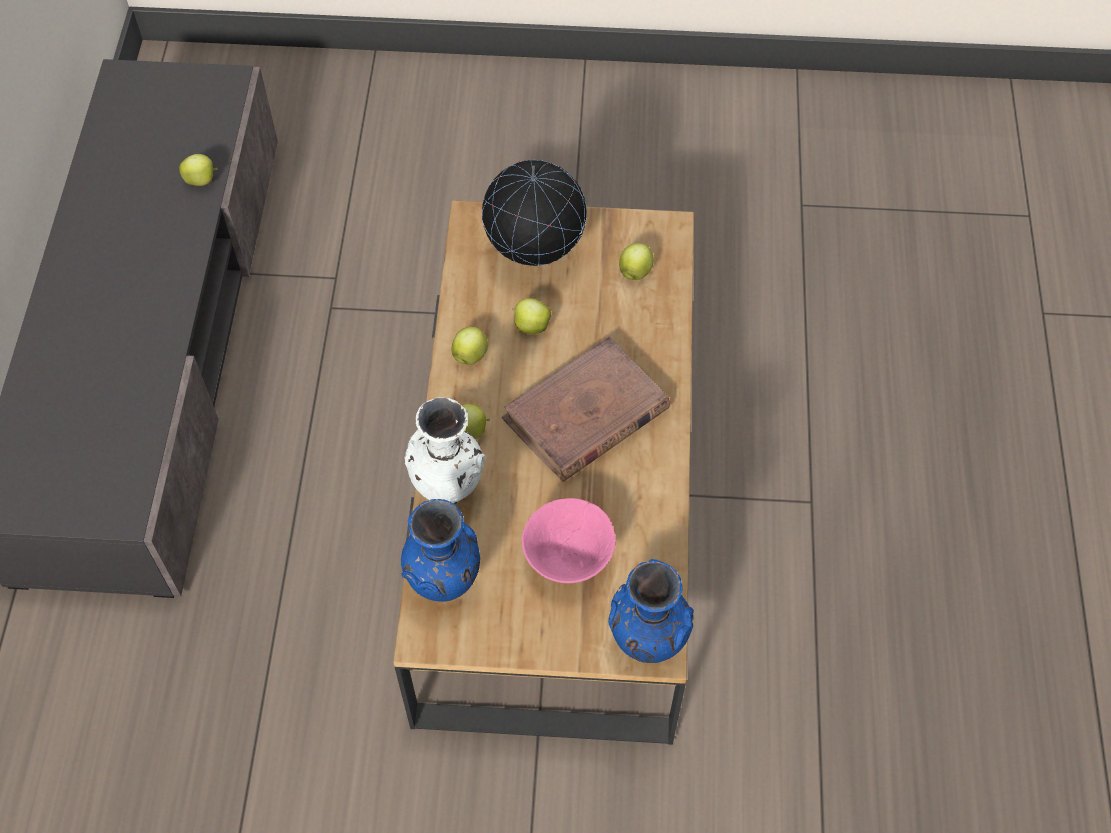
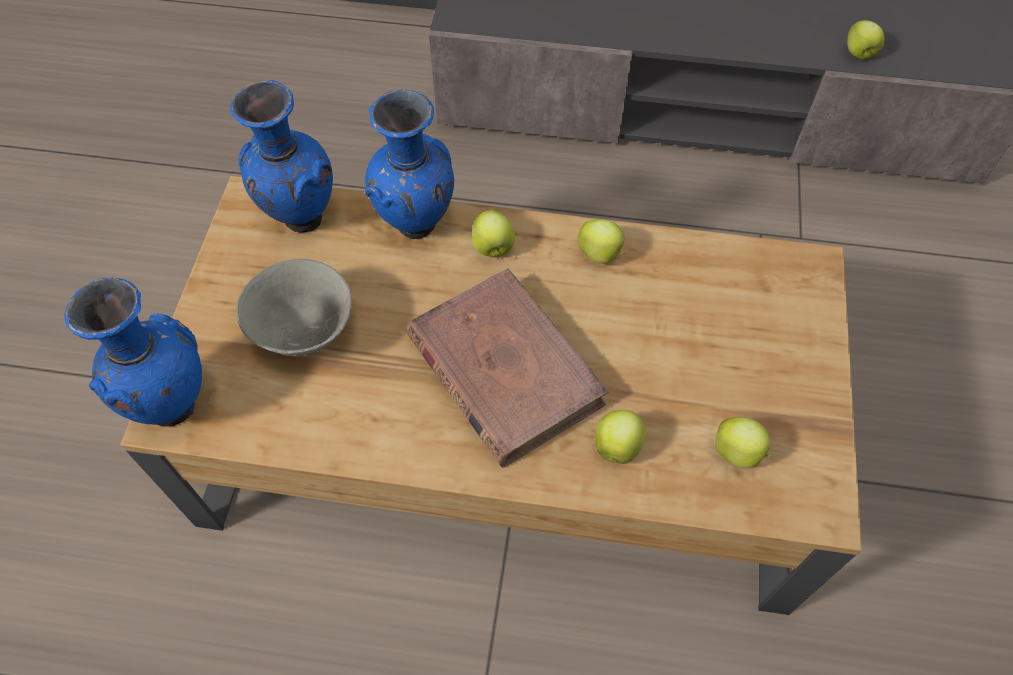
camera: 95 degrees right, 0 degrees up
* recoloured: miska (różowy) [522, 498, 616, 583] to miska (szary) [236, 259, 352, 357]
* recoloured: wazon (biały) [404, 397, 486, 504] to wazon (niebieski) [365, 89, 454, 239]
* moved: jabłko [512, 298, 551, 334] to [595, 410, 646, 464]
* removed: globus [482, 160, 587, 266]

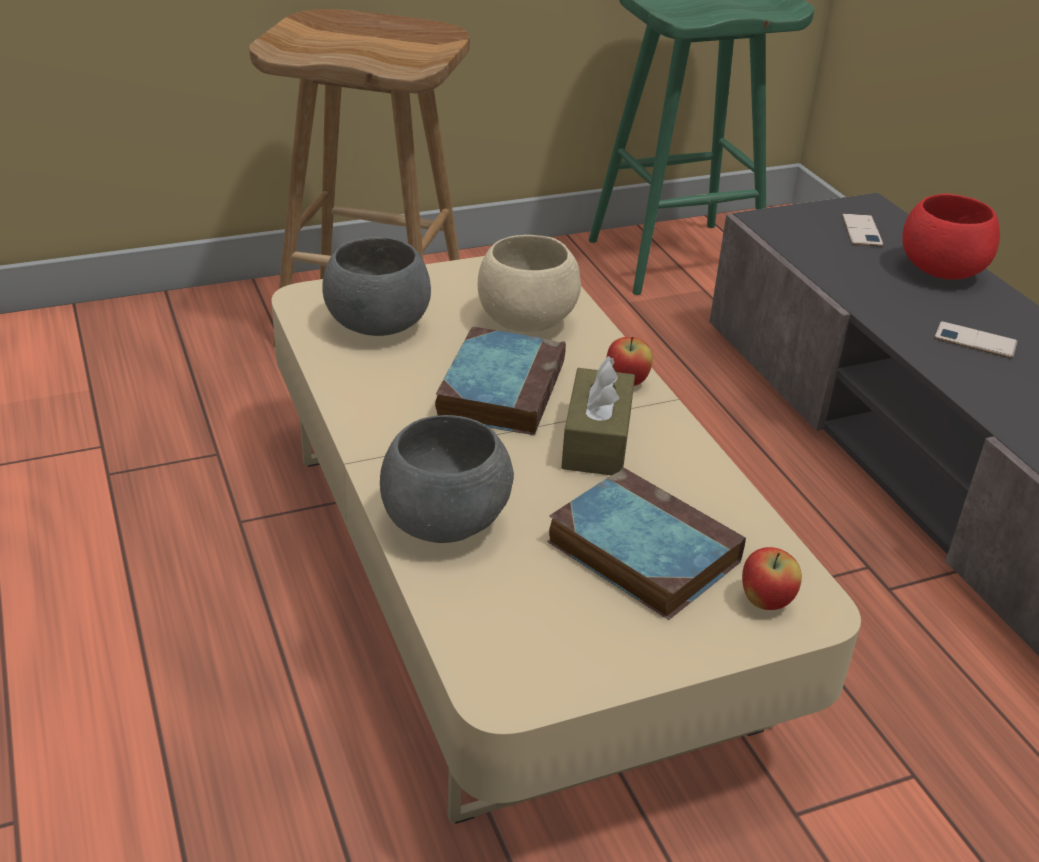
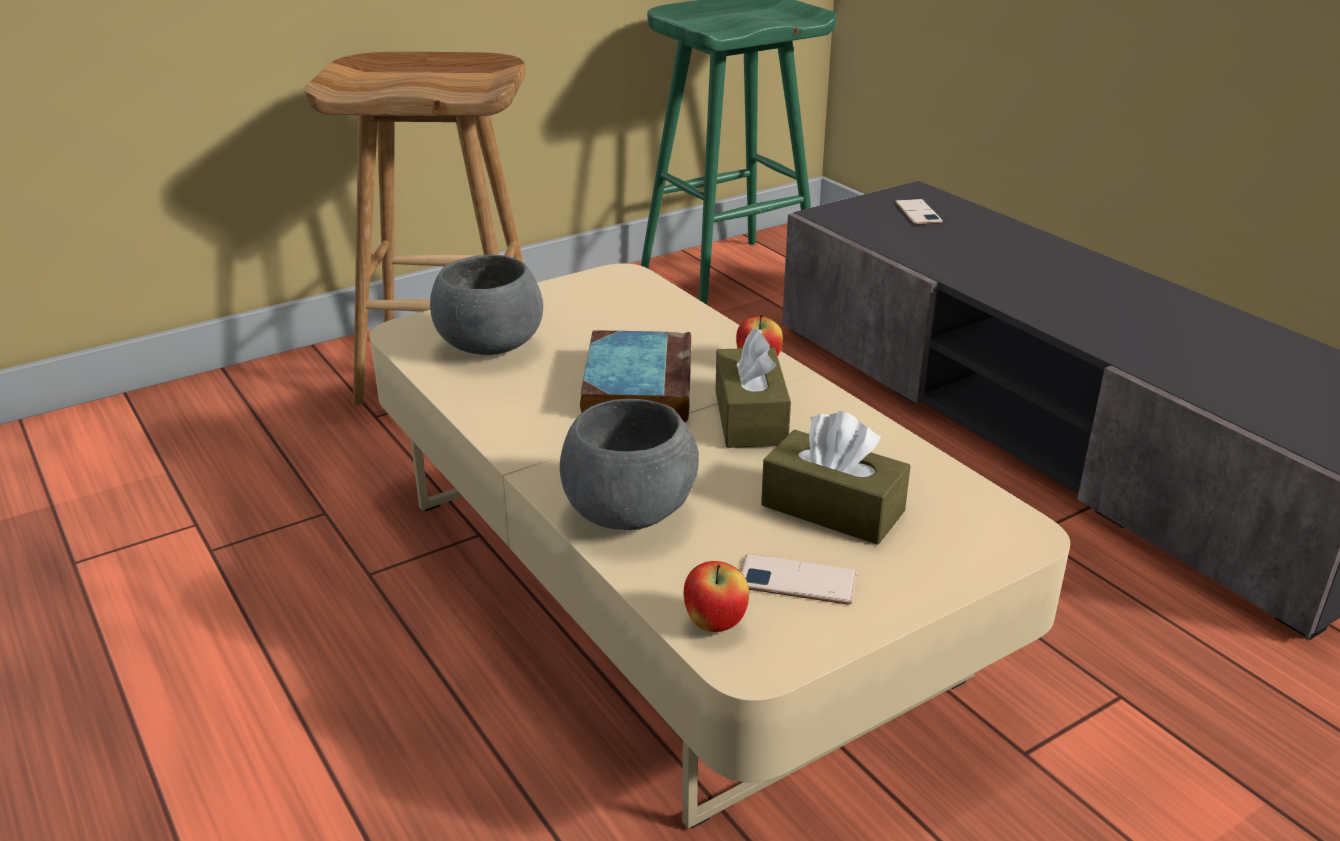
camera: 10 degrees left, 5 degrees down
* moved: jabłko [742, 547, 802, 610] to [684, 561, 749, 632]
* moved: telefon [934, 321, 1018, 358] to [741, 554, 857, 604]
* replaced: książka [547, 467, 746, 620] to pudełko chusteczek (brązowy) [761, 411, 911, 545]
* removed: miska (beżowy) [478, 235, 581, 332]
* removed: miska (czerwony) [902, 193, 1000, 280]

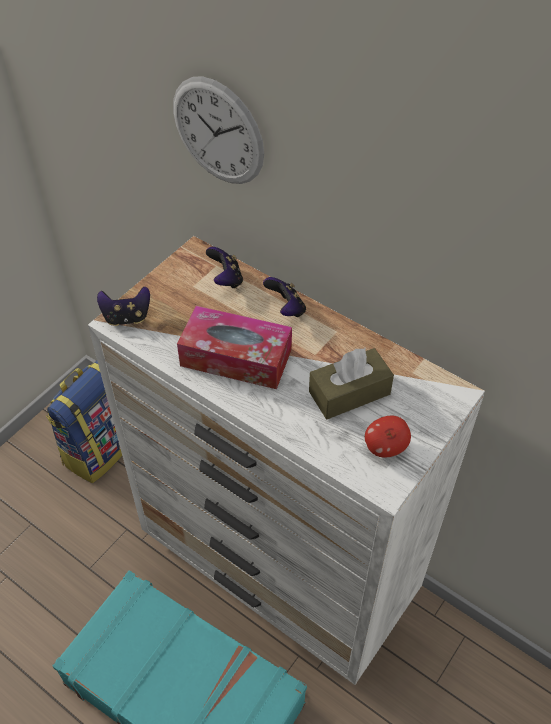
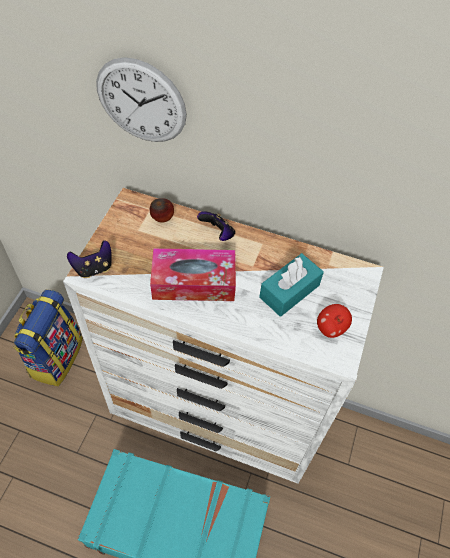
camera: 20 degrees left, 5 degrees up
* replaced: pad do gier [206, 247, 243, 289] to jabłko [150, 198, 174, 223]
* recoloured: pudełko chusteczek (brązowy) [309, 348, 394, 419] to pudełko chusteczek (turkusowy) [259, 253, 324, 317]

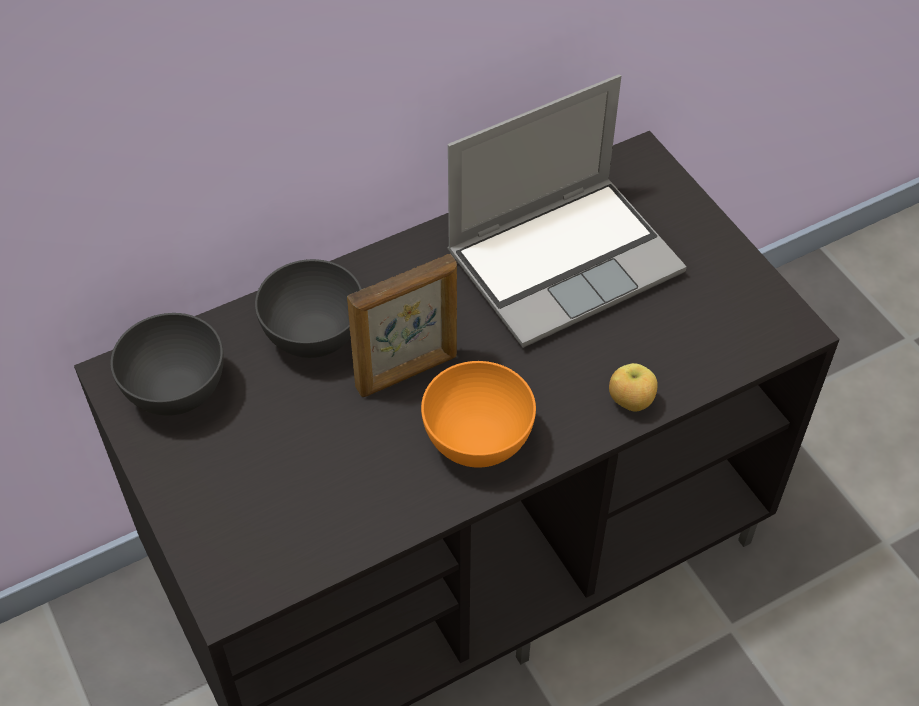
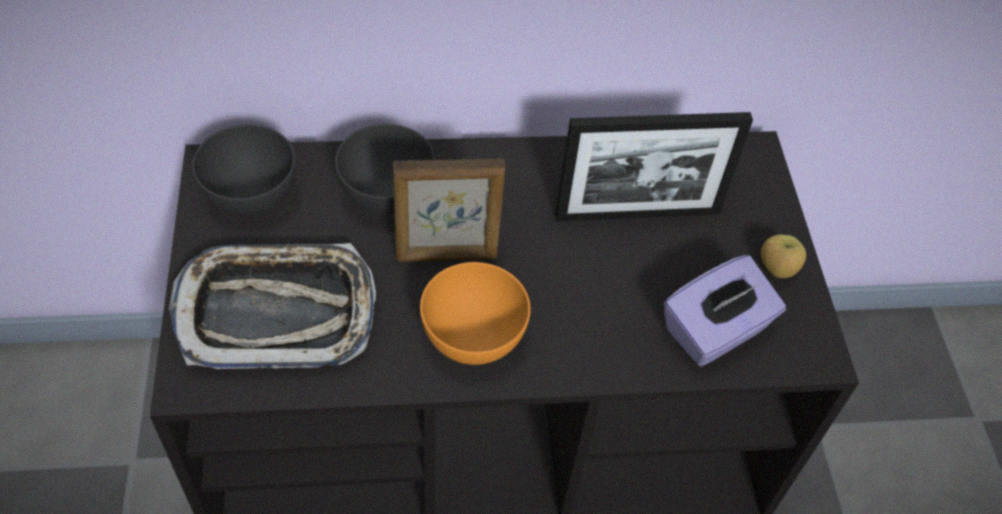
camera: 20 degrees right, 0 degrees up
* added: taca [169, 243, 376, 369]
* replaced: laptop [447, 74, 687, 348] to ramka na zdjęcie [555, 112, 753, 222]
* added: pudełko chusteczek (fioletowy) [664, 255, 786, 367]
* moved: jabłko [609, 363, 658, 412] to [761, 234, 806, 278]

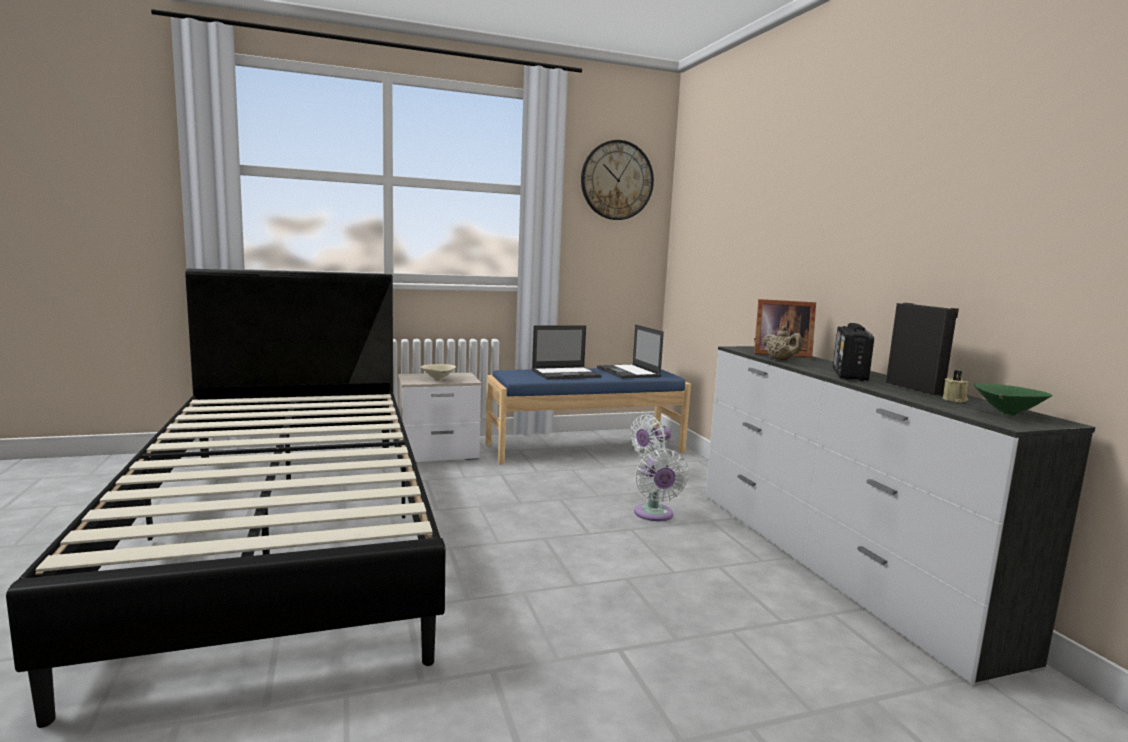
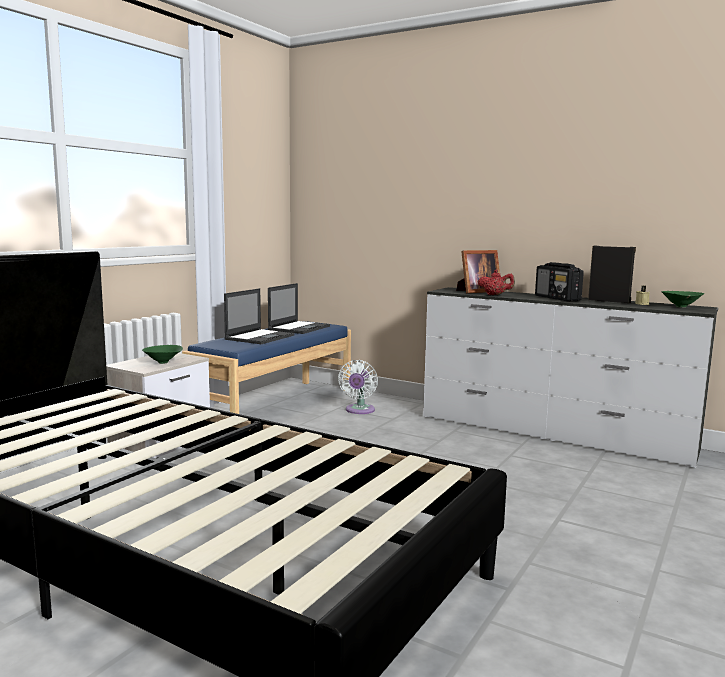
camera: 40 degrees left, 0 degrees up
* recoloured: miska (beżowy) [421, 364, 456, 380] to miska (zielony) [142, 345, 183, 364]
* turned: laptop [597, 324, 664, 379] = [268, 283, 330, 334] 90 degrees counterclockwise
* recoloured: imbryk (beżowy) [762, 326, 802, 360] to imbryk (czerwony) [478, 270, 515, 295]
* removed: zegar ścienny [581, 140, 654, 220]
* removed: wentylator (biały) [634, 449, 689, 521]

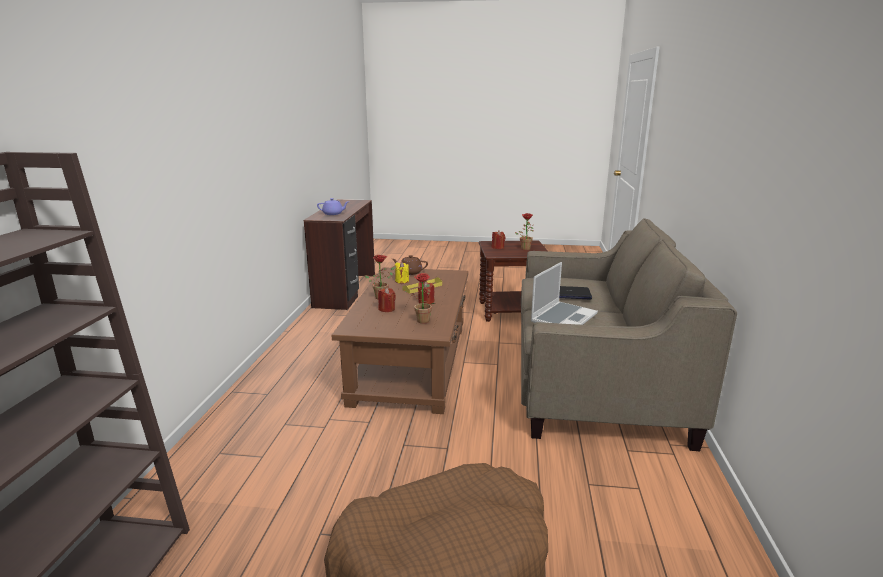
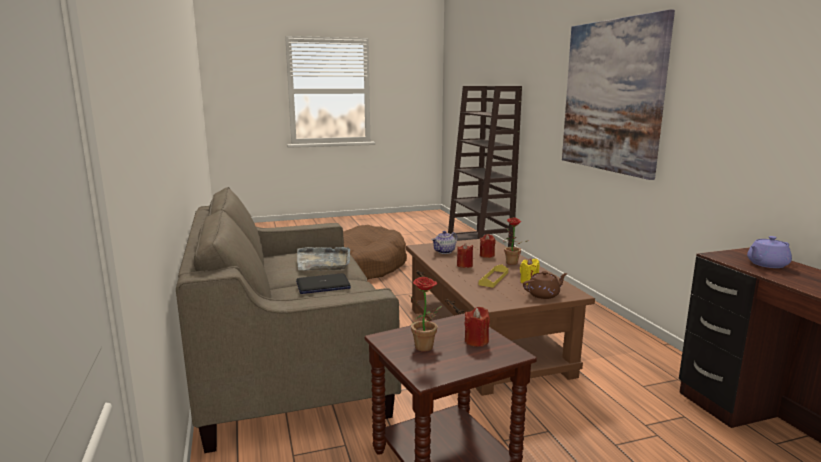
camera: 155 degrees right, 5 degrees down
* replaced: laptop [531, 262, 598, 325] to taca (szary) [297, 247, 350, 271]
* replaced: roślina doniczkowa [403, 273, 435, 324] to imbryk [432, 231, 457, 254]
* added: obraz [562, 9, 675, 180]

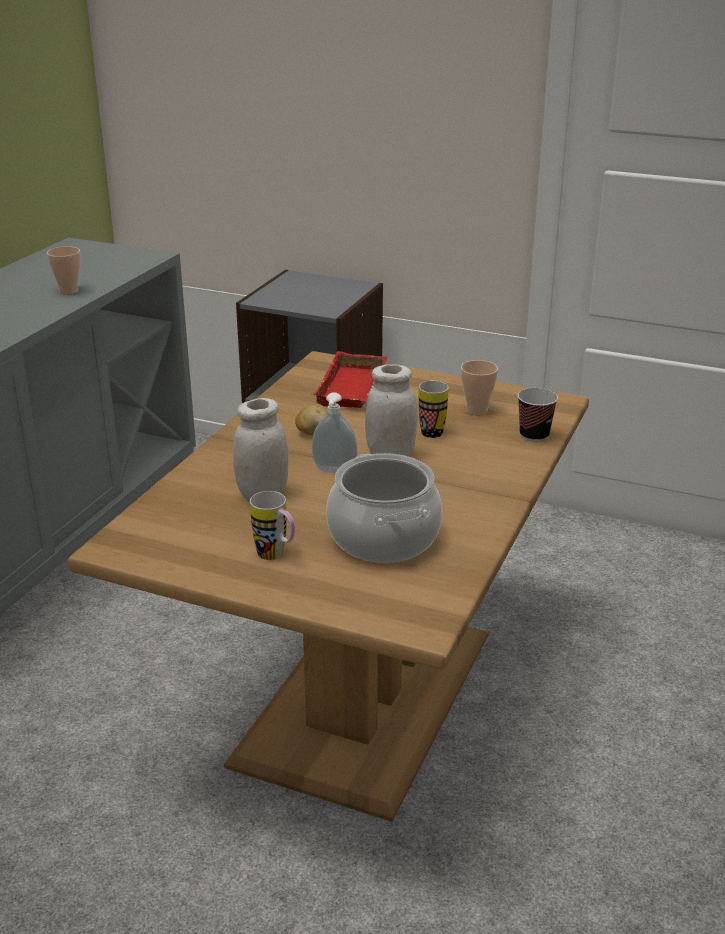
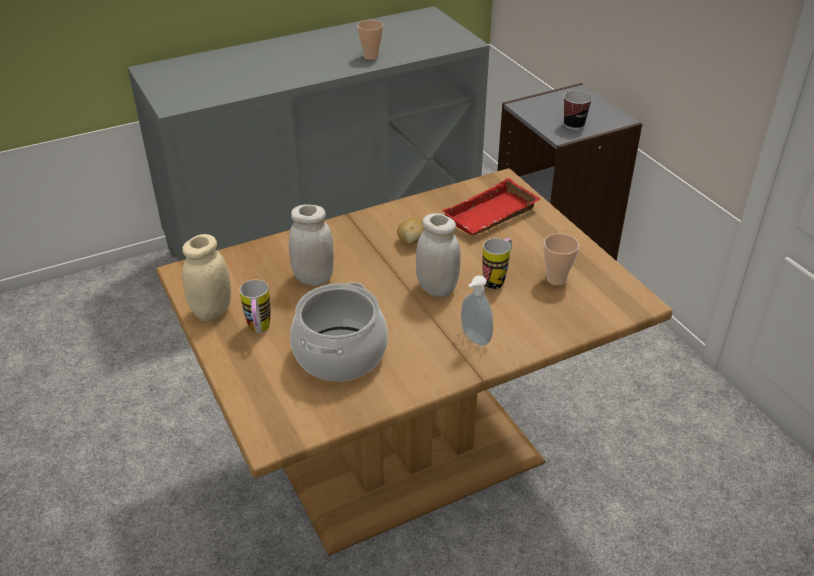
camera: 40 degrees right, 10 degrees up
* added: słoik (beżowy) [182, 234, 231, 321]
* moved: dozownik mydła [312, 392, 358, 474] to [461, 276, 493, 346]
* moved: filiżanka [518, 388, 558, 442] to [564, 90, 592, 130]

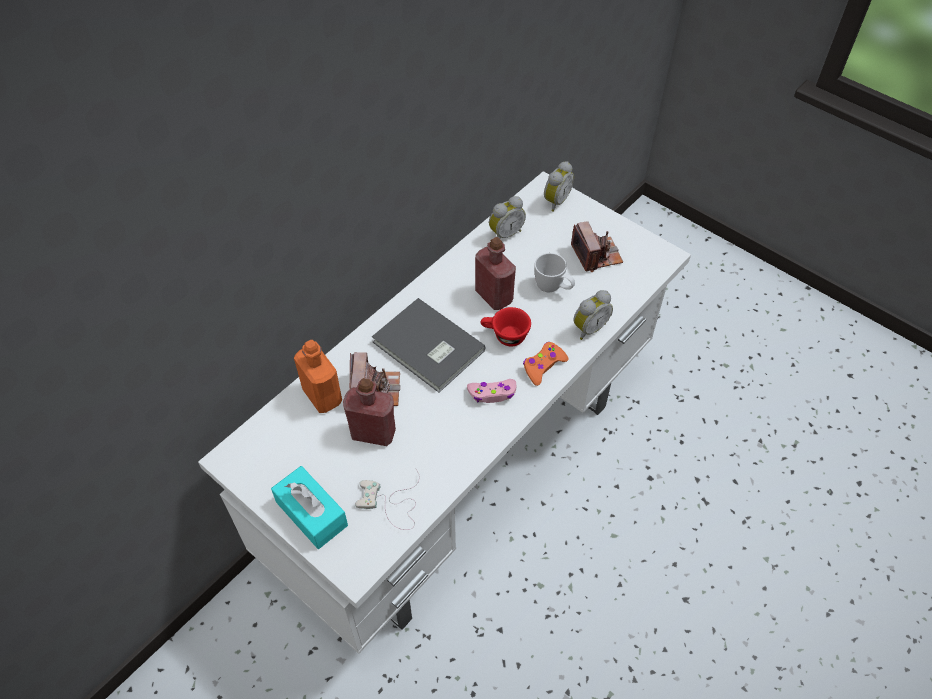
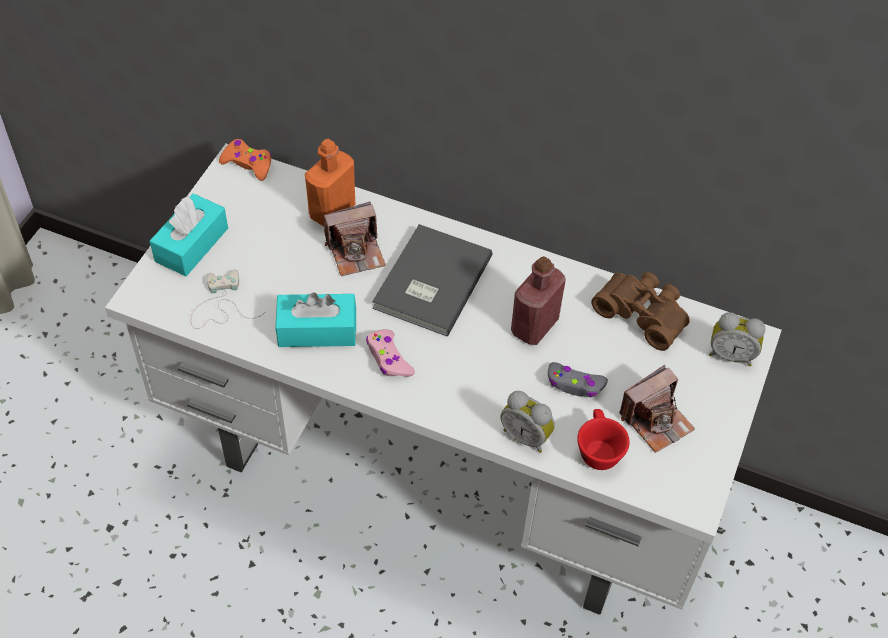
camera: 70 degrees right, 0 degrees up
* moved: pad do gier (pomarańczowy) [523, 342, 568, 386] to [219, 139, 272, 181]
* added: pudełko chusteczek (turkusowy) [275, 292, 356, 347]
* replaced: kubek (biały) [534, 253, 575, 292] to pad do gier (szary) [548, 362, 608, 398]
* moved: filiżanka (czerwony) [481, 307, 531, 346] to [577, 409, 630, 470]
* replaced: budzik [489, 196, 526, 239] to lornetka (brązowy) [591, 272, 690, 351]
* removed: butelka (czerwony) [343, 378, 396, 446]

